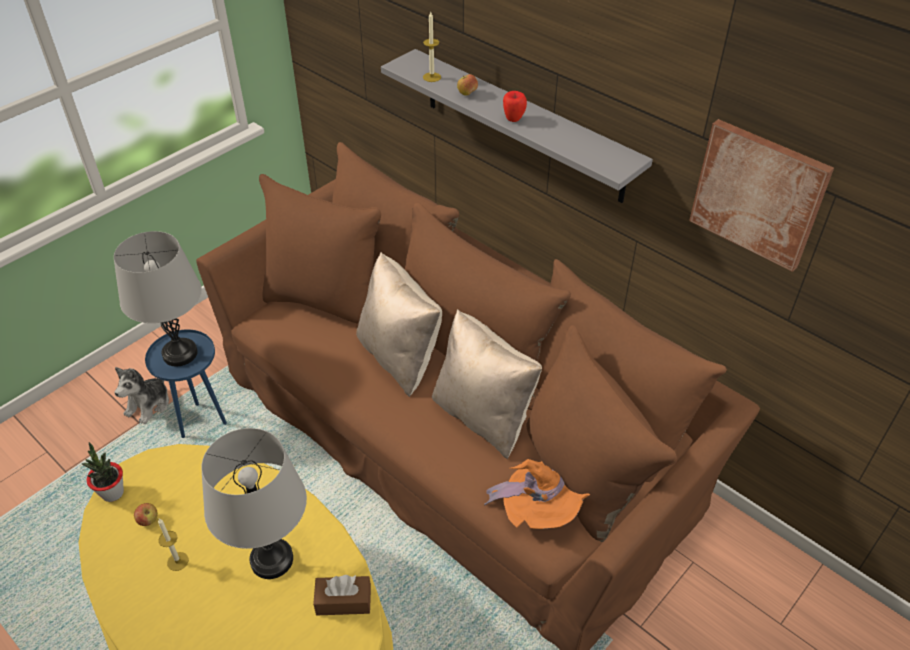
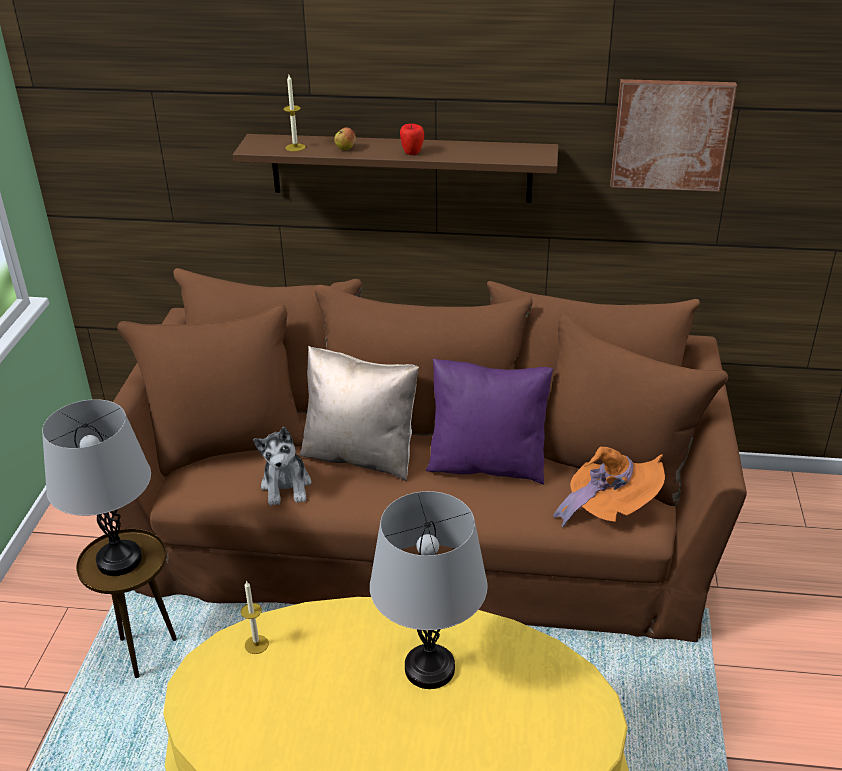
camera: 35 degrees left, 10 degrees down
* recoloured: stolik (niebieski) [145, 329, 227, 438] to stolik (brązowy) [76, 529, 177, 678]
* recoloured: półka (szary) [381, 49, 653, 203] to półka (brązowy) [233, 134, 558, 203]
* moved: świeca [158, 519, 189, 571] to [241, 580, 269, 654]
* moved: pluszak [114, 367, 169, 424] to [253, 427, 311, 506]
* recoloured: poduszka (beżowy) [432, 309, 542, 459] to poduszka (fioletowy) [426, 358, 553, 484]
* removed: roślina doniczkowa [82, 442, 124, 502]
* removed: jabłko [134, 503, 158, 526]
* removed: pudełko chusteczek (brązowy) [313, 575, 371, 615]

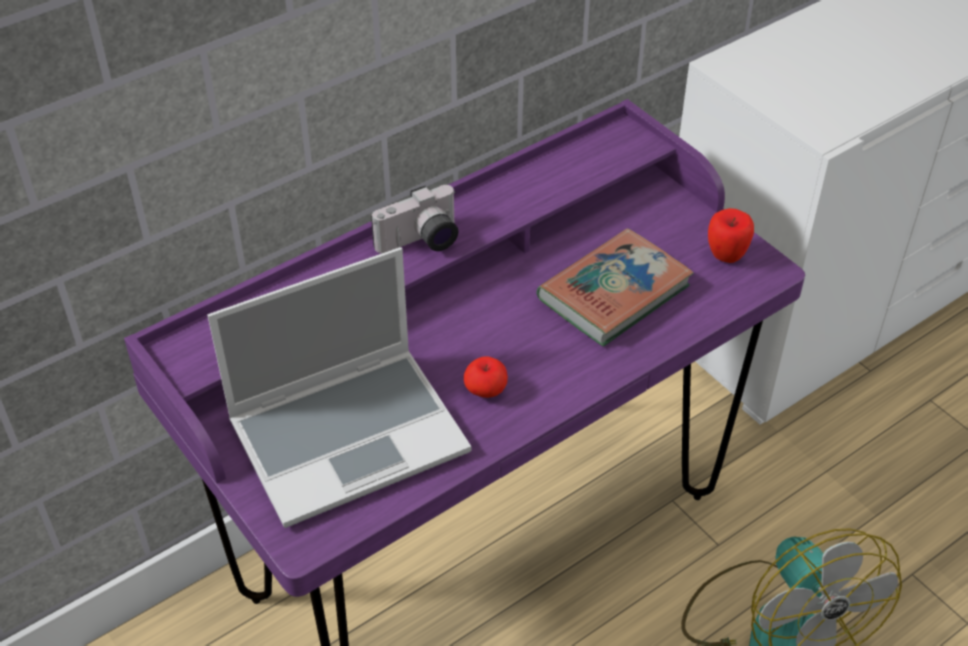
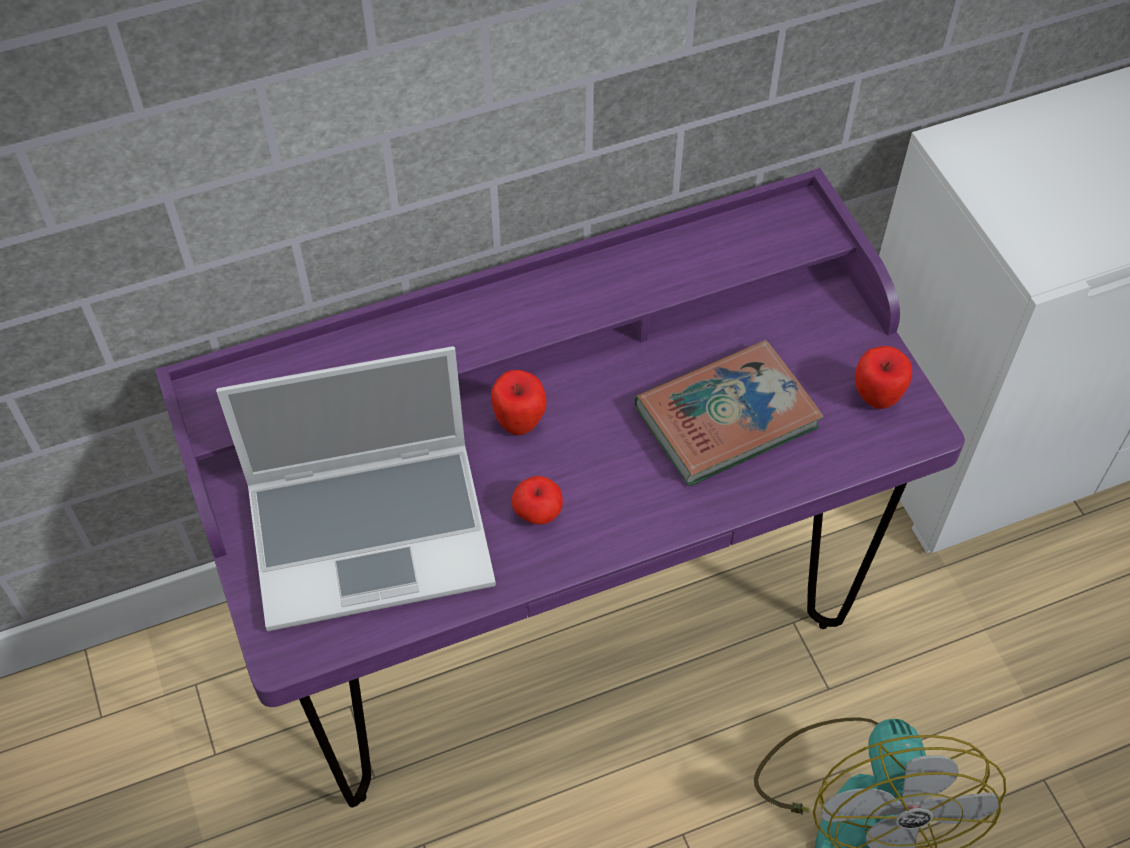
camera: 15 degrees right, 10 degrees up
* added: jabłko [491, 370, 546, 435]
* removed: aparat fotograficzny [371, 185, 459, 253]

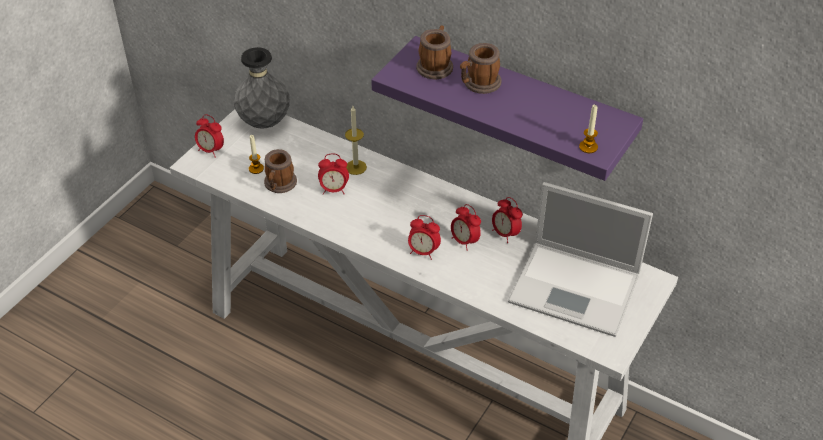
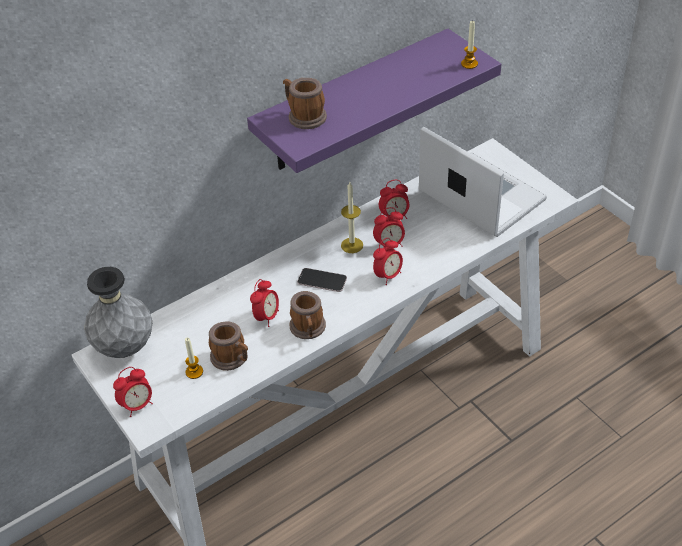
camera: 65 degrees left, 0 degrees up
* moved: kubek [460, 43, 502, 94] to [289, 291, 326, 339]
* added: telefon [297, 268, 347, 292]
* moved: świeca [345, 106, 367, 175] to [341, 182, 363, 253]
* turned: laptop [508, 182, 653, 337] = [419, 127, 547, 237] 90 degrees counterclockwise

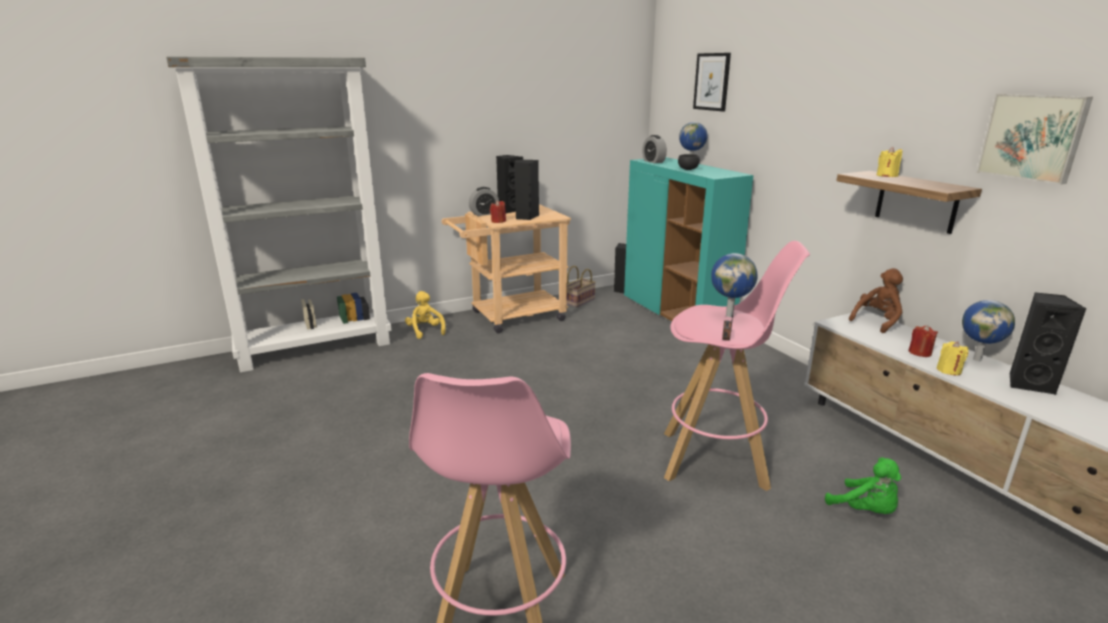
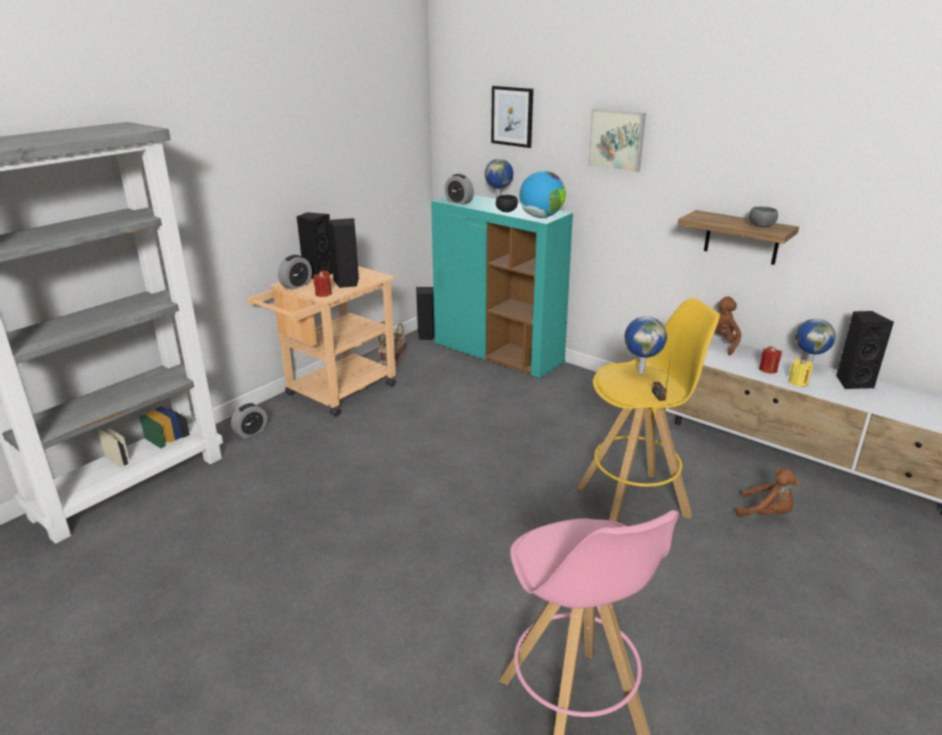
camera: 25 degrees left, 5 degrees up
* replaced: pluszak (żółty) [405, 291, 446, 339] to budzik [231, 403, 267, 438]
* added: globus [520, 171, 566, 218]
* recoloured: stołek (różowy) [664, 241, 810, 491] to stołek (żółty) [576, 298, 720, 522]
* moved: obraz [976, 94, 1093, 184] to [588, 109, 646, 173]
* recoloured: pluszak (zielony) [825, 457, 901, 514] to pluszak (brązowy) [736, 469, 799, 517]
* added: miska (szary) [749, 207, 778, 227]
* removed: świeca (żółty) [877, 147, 902, 177]

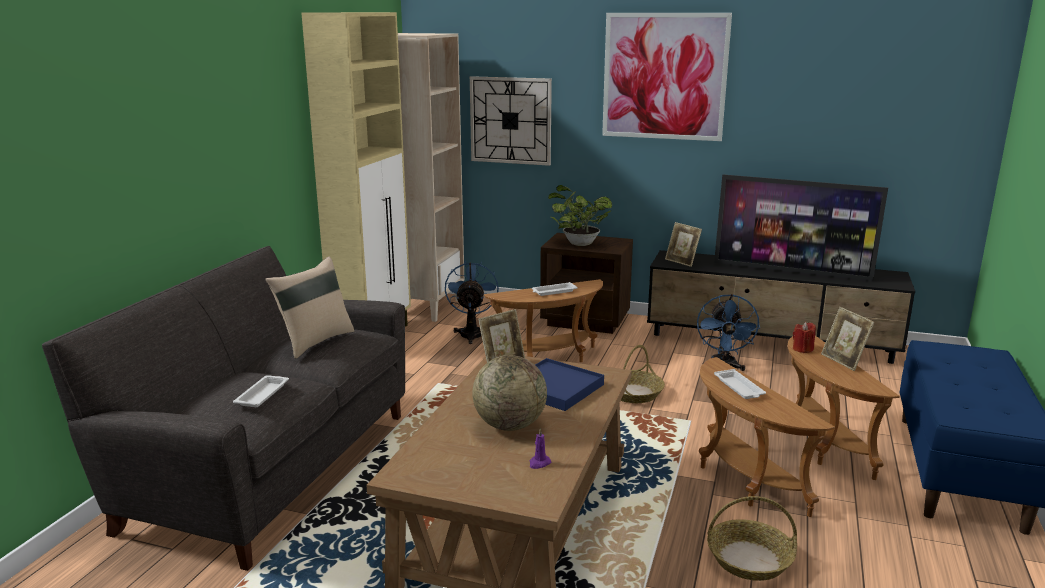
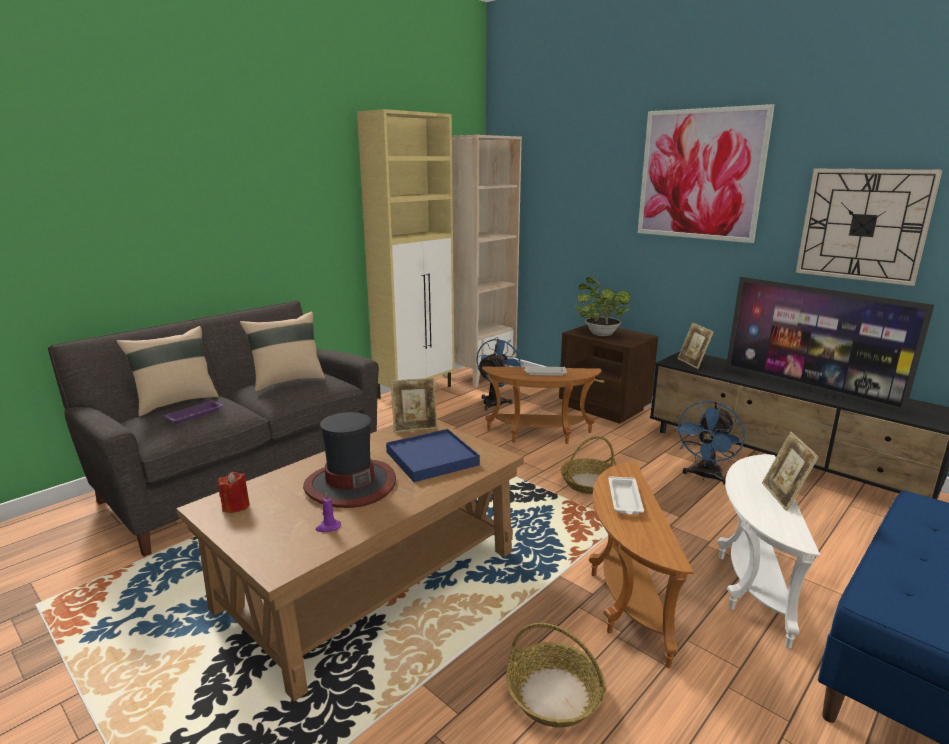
camera: 25 degrees right, 0 degrees up
* added: poduszka (beżowy) [117, 326, 218, 416]
* recoloured: taca (biały) [233, 375, 289, 407] to taca (fioletowy) [162, 400, 224, 424]
* moved: świeca (czerwony) [793, 322, 816, 353] to [218, 472, 249, 513]
* replaced: globus [472, 355, 547, 431] to kapelusz [303, 412, 396, 508]
* recoloured: stolik (brązowy) [788, 336, 900, 480] to stolik (biały) [717, 454, 820, 648]
* moved: zegar ścienny [470, 76, 552, 166] to [796, 169, 942, 286]

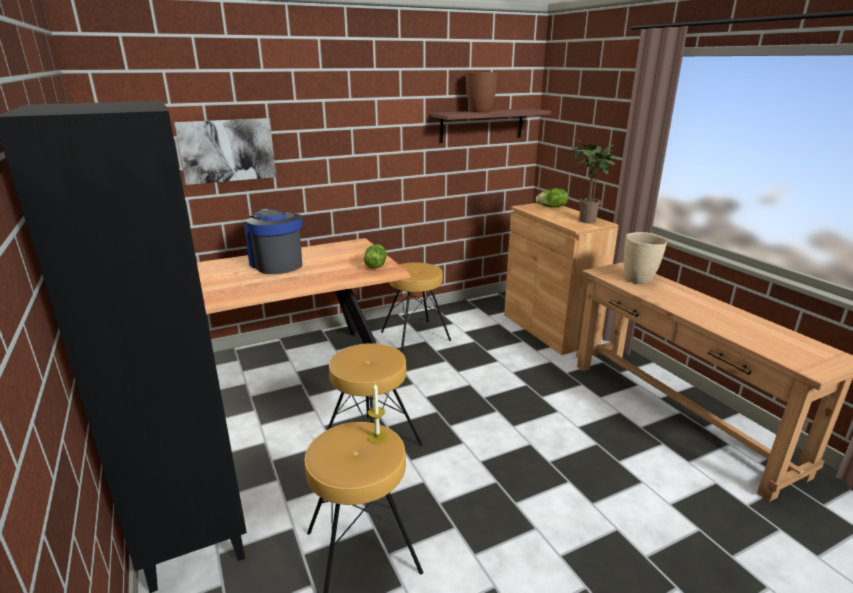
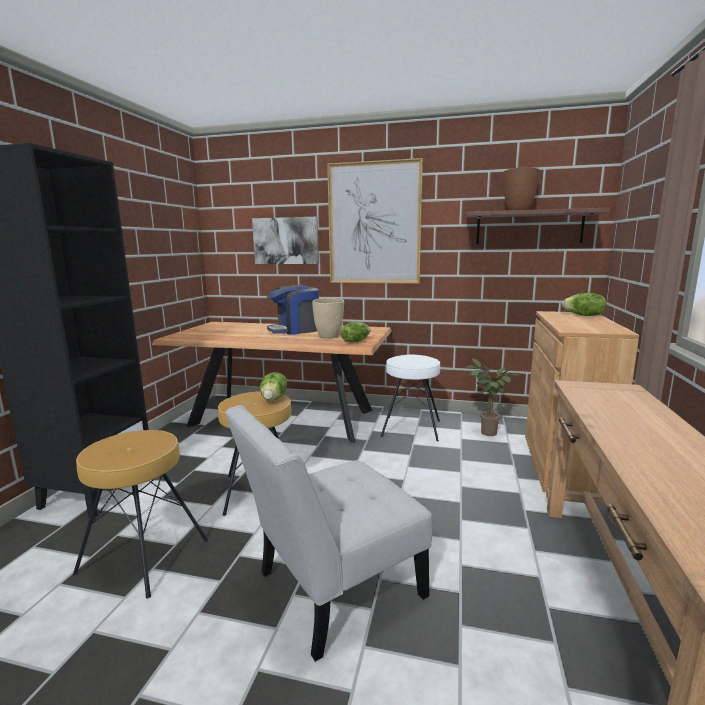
camera: 40 degrees right, 10 degrees down
* added: krzesło (biały) [225, 405, 432, 662]
* added: sałata [260, 372, 287, 401]
* turned: ekspres do kawy [244, 209, 302, 274] = [267, 285, 319, 335] 120 degrees counterclockwise
* moved: wazon (beżowy) [624, 232, 667, 284] to [312, 298, 344, 339]
* added: obraz [327, 158, 423, 284]
* recoloured: stołek (brązowy) [381, 262, 451, 353] to stołek (biały) [381, 355, 440, 441]
* moved: roślina doniczkowa [571, 139, 616, 223] to [466, 359, 519, 436]
* removed: świeca [368, 384, 387, 443]

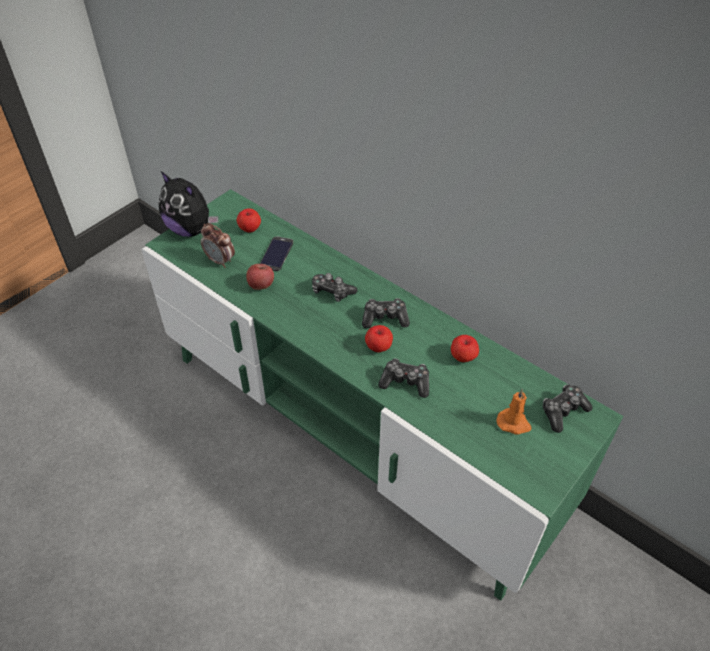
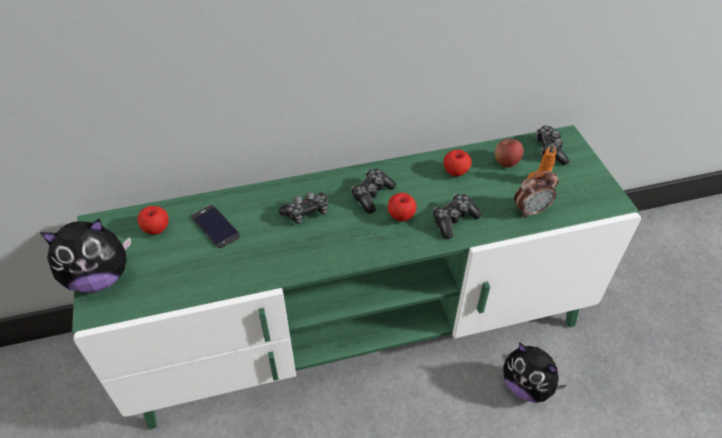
camera: 55 degrees left, 0 degrees up
* moved: jabłko [246, 264, 274, 290] to [495, 139, 524, 167]
* added: pluszak [503, 342, 567, 403]
* moved: budzik [201, 223, 235, 268] to [514, 171, 559, 218]

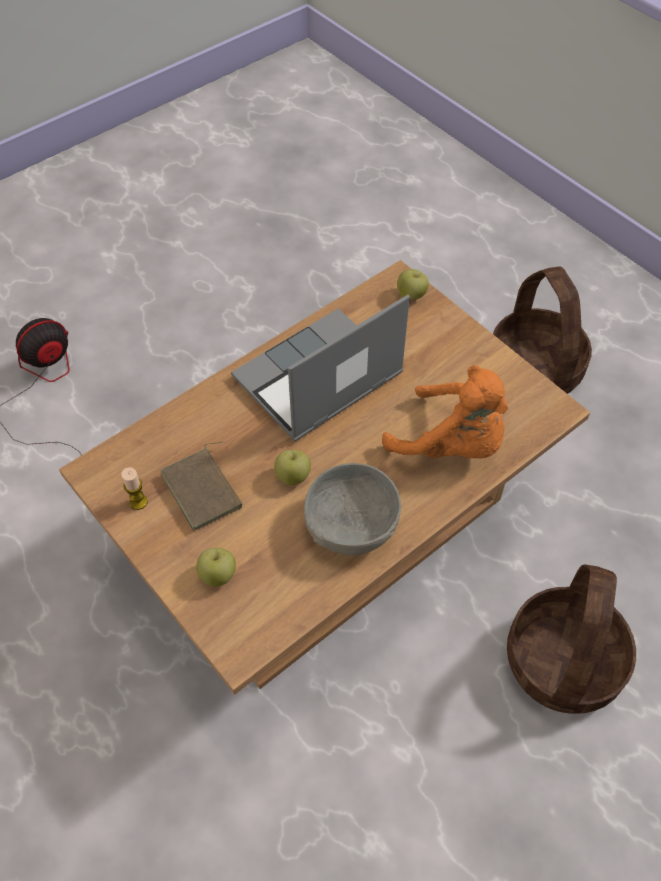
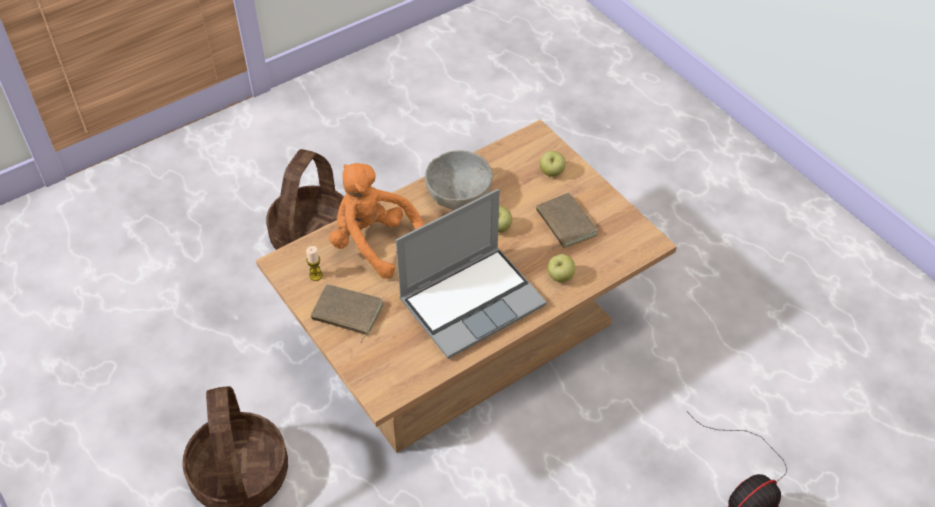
camera: 175 degrees left, 5 degrees down
* moved: świeca [121, 467, 148, 510] to [306, 246, 323, 281]
* added: książka (brązowy) [310, 284, 384, 343]
* moved: jabłko [397, 269, 429, 300] to [547, 254, 575, 282]

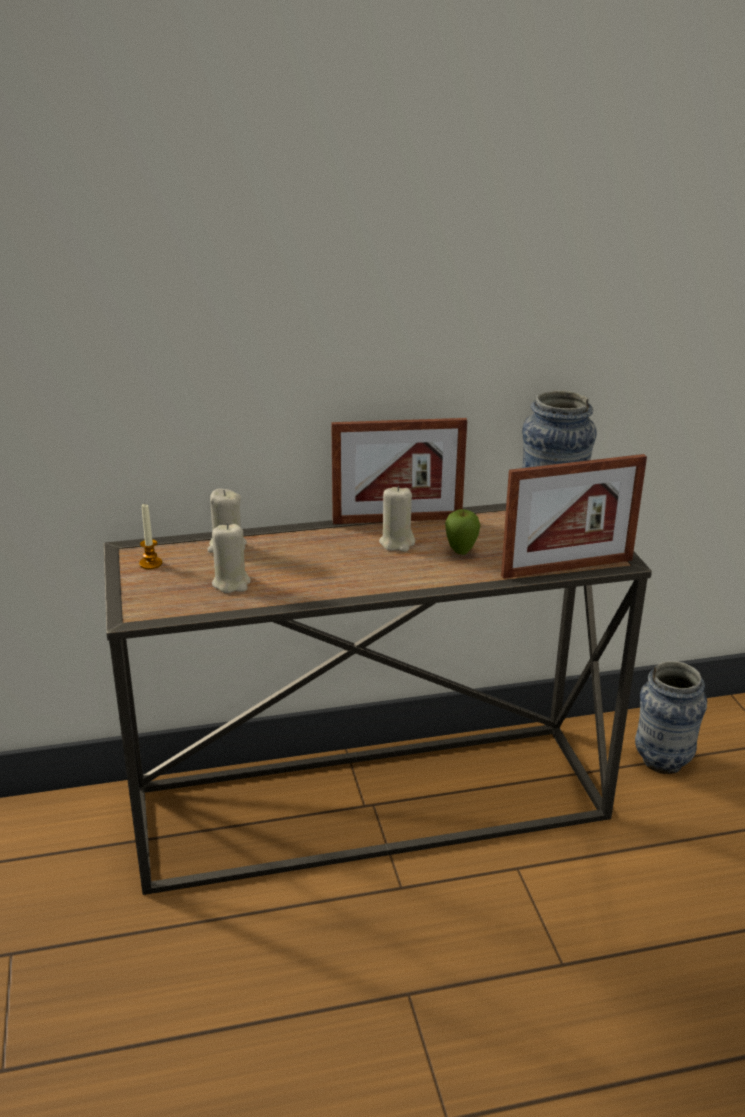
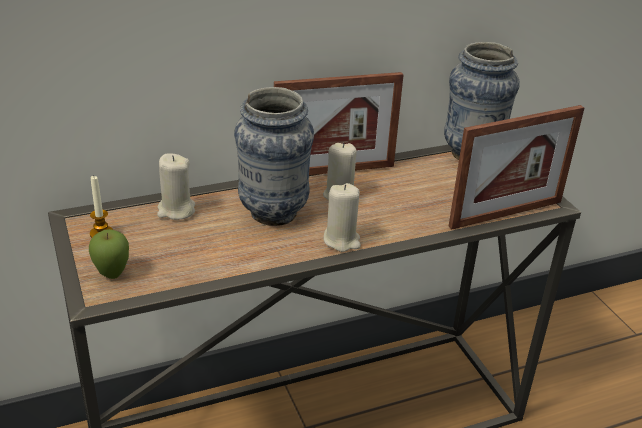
camera: 10 degrees left, 5 degrees up
* moved: jabłko [445, 509, 480, 555] to [89, 229, 129, 279]
* moved: wazon [635, 661, 707, 774] to [234, 87, 314, 226]
* moved: świeca (beżowy) [212, 523, 251, 593] to [324, 183, 361, 252]

